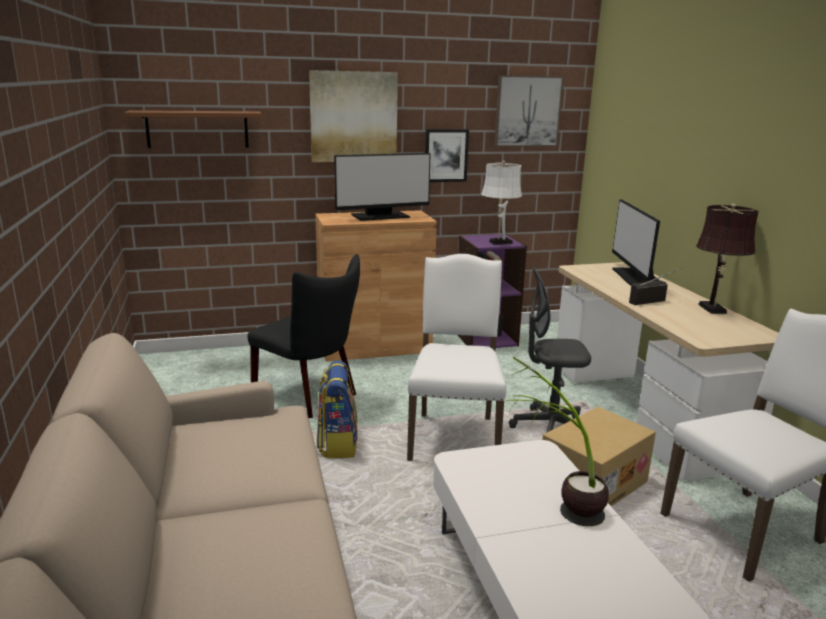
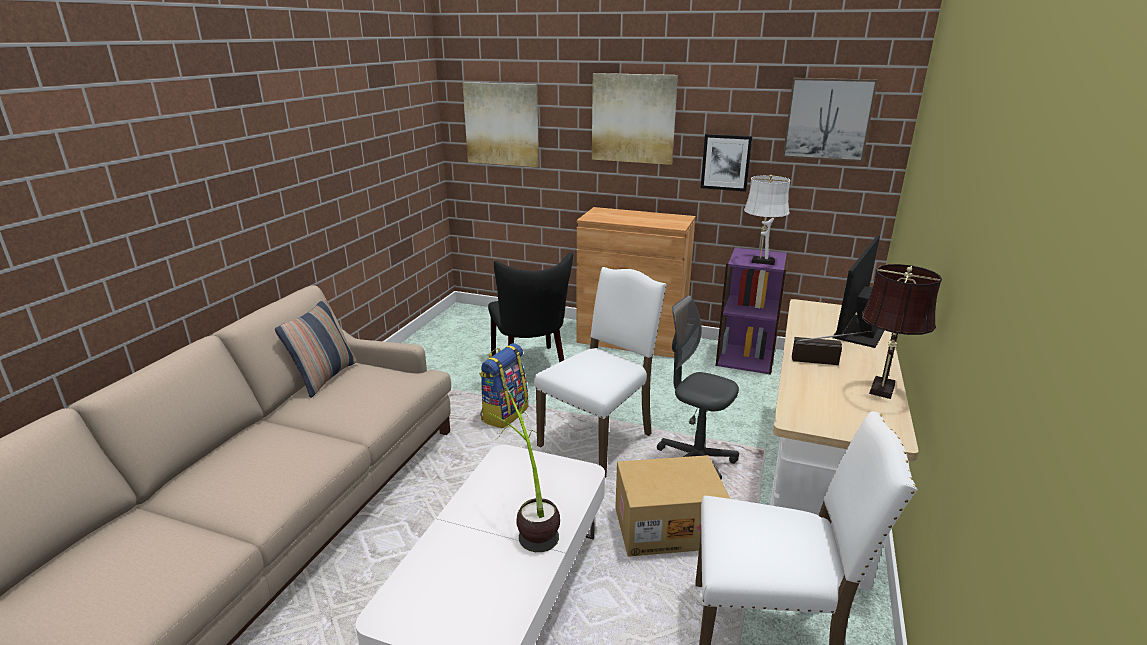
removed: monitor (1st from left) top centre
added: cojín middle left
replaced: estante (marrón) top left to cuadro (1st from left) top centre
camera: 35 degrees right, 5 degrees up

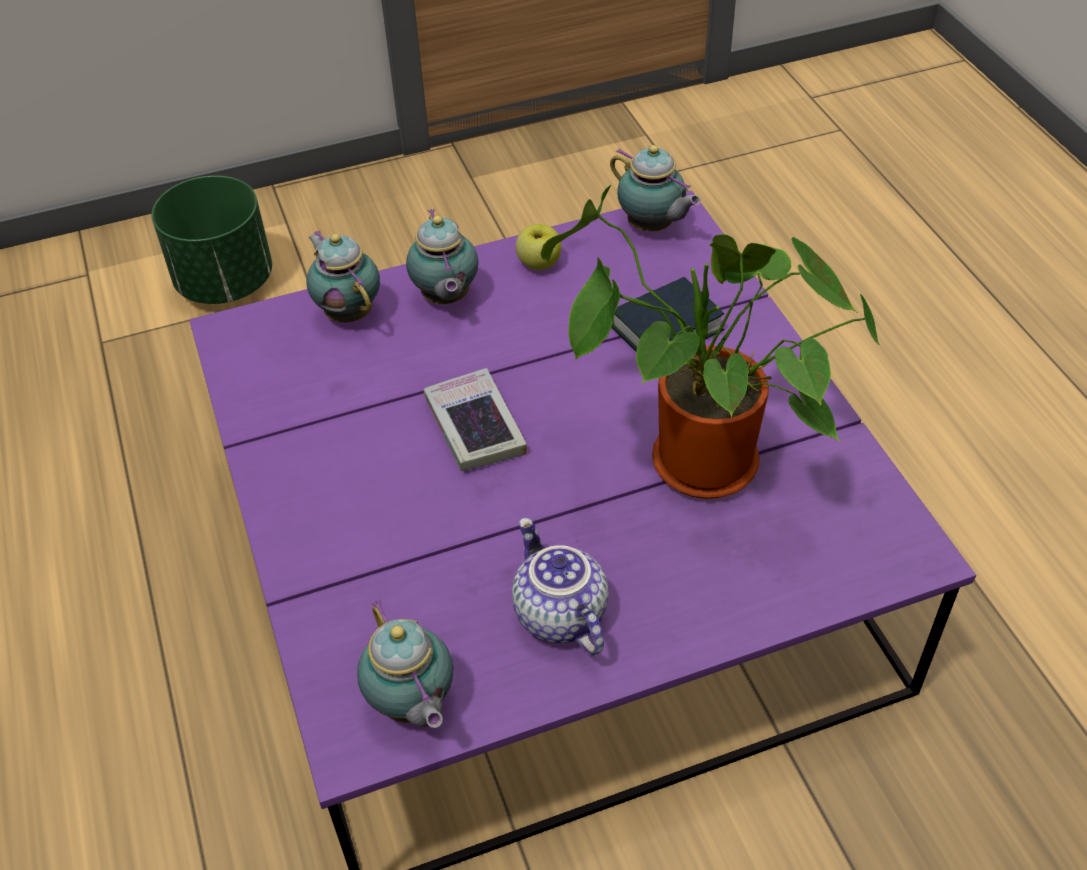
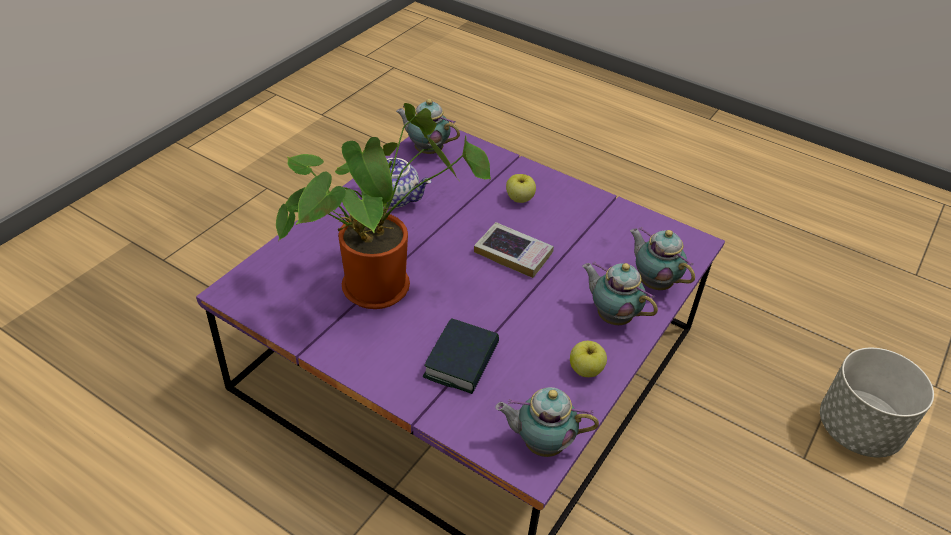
added: manzana (1st from left) centre
recoloured: maceta (verde) top left to maceta (gris) bottom right
turned: tetera (1st from left in the first image) top left = middle right 150 degrees counterclockwise
camera: 140 degrees right, 5 degrees down

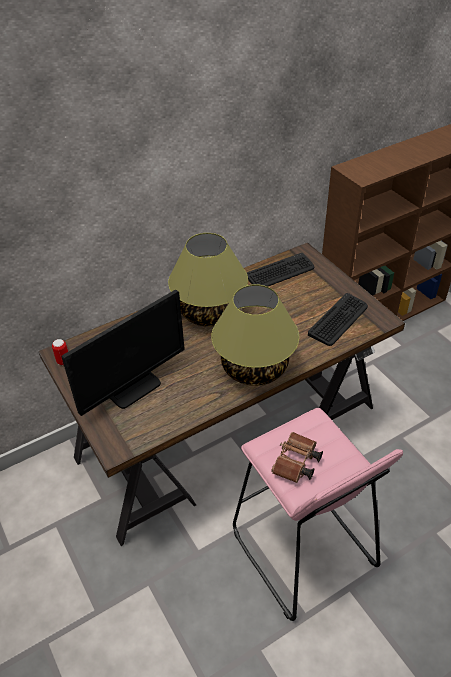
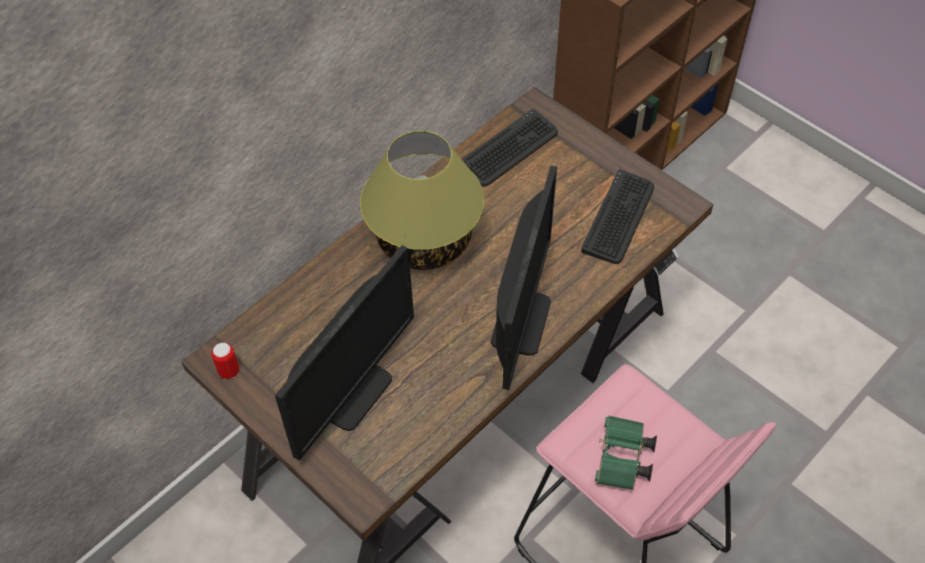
replaced: lámpara de mesa (2nd from left) centre to monitor (2nd from left) centre
recoloured: prismáticos (marrón) bottom centre to prismáticos (verde) bottom right
camera: 15 degrees left, 10 degrees up

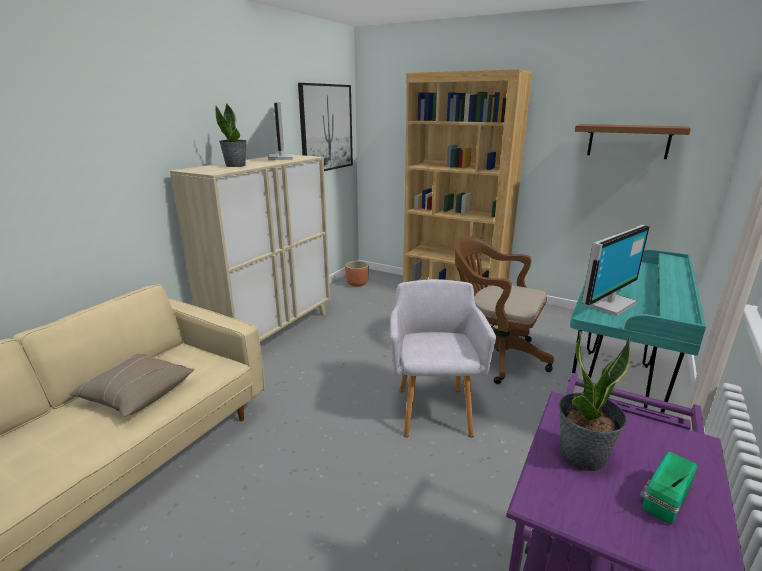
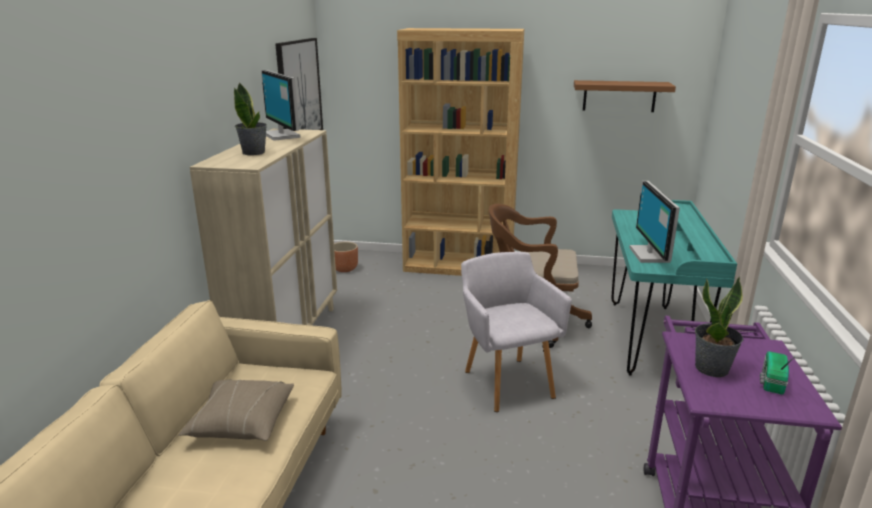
turned: monitor (2nd from left) middle right = middle right 150 degrees clockwise
camera: 20 degrees left, 0 degrees up

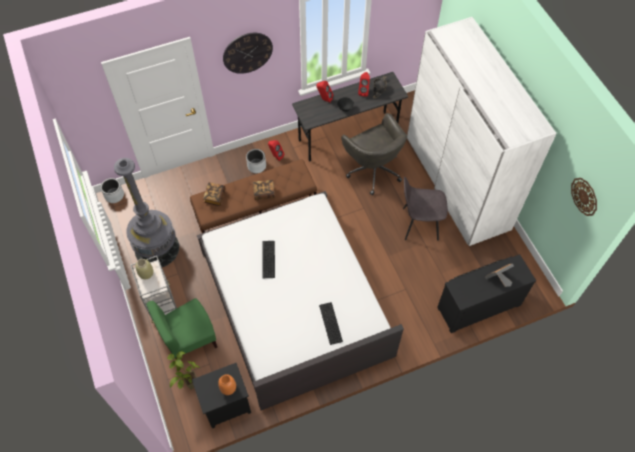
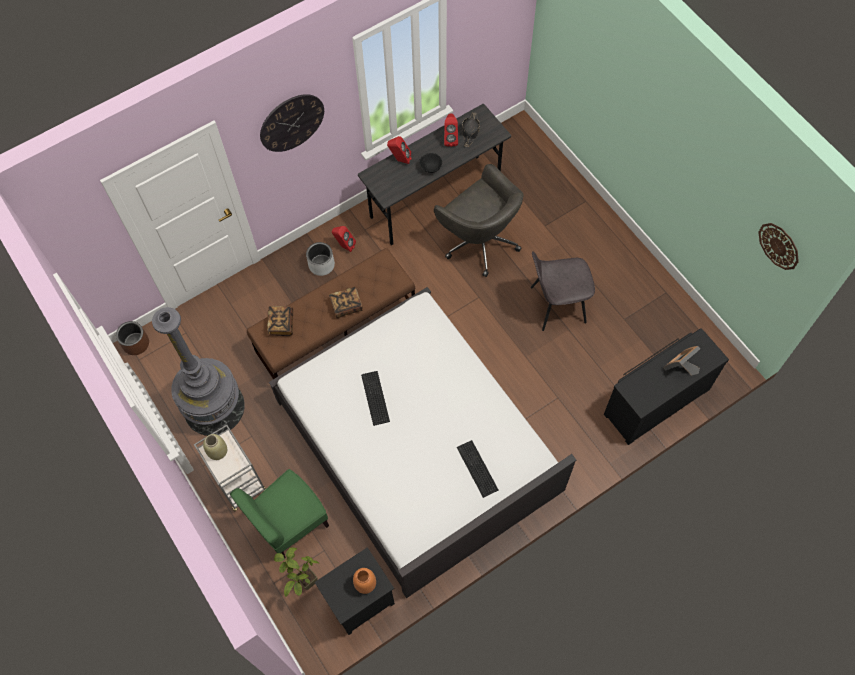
removed: armario ropero (blanco) top right
recoloured: maceta (gris) (1st from left) middle left to maceta (marrón) middle left
camera: 10 degrees left, 5 degrees up

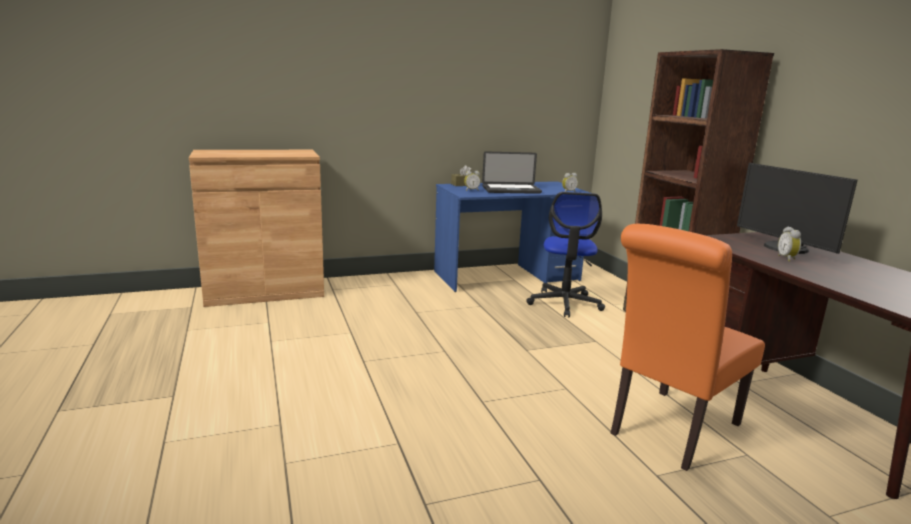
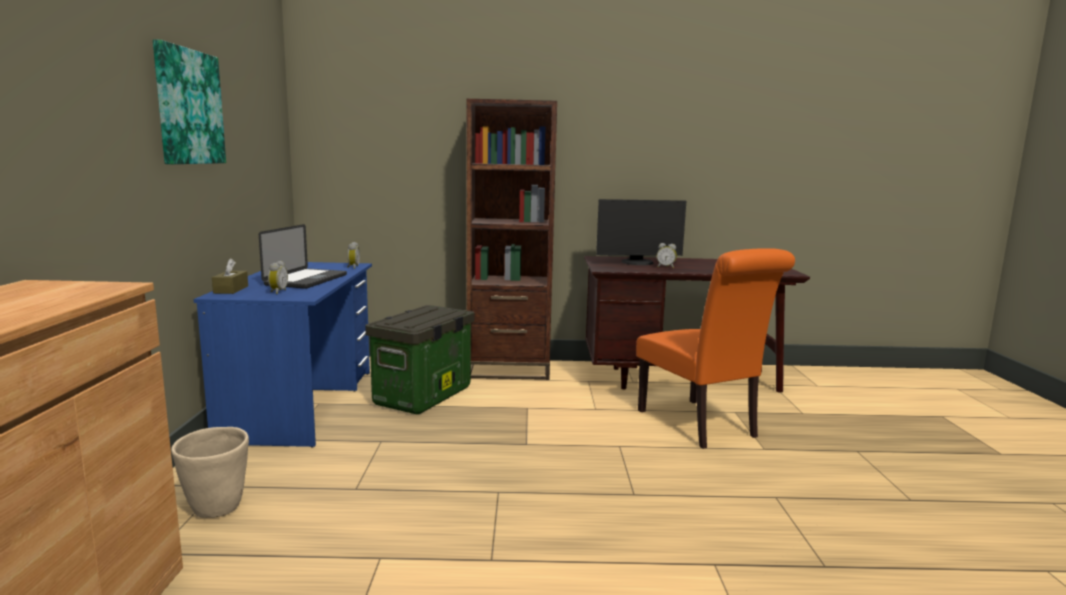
added: cuadro top left; maceta (beis) bottom left
replaced: silla de oficina centre to caja de almacenaje centre
camera: 70 degrees left, 5 degrees down

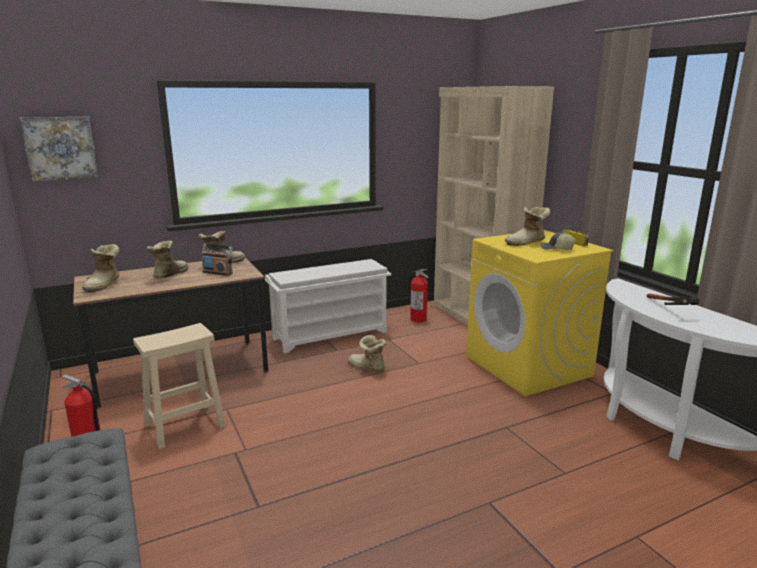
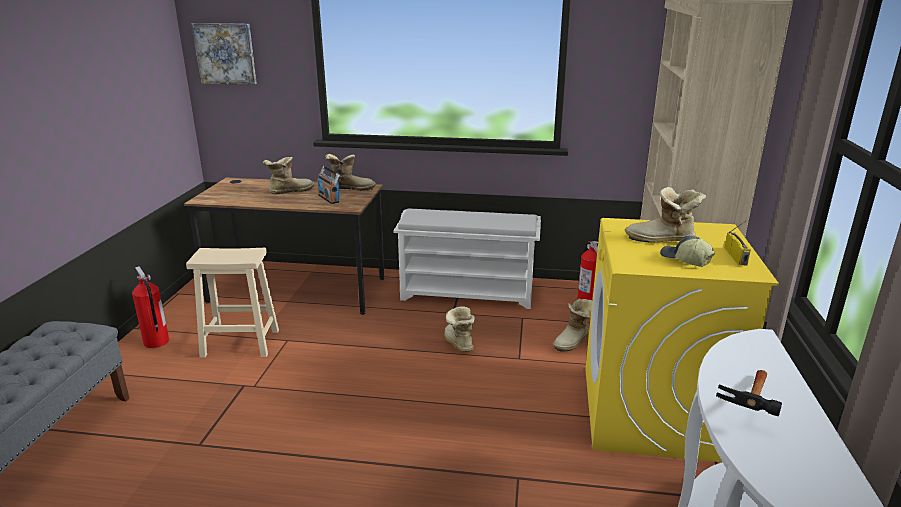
moved: bota (1st from left in the first image) middle left to bota (4th from left) centre
camera: 35 degrees right, 5 degrees up

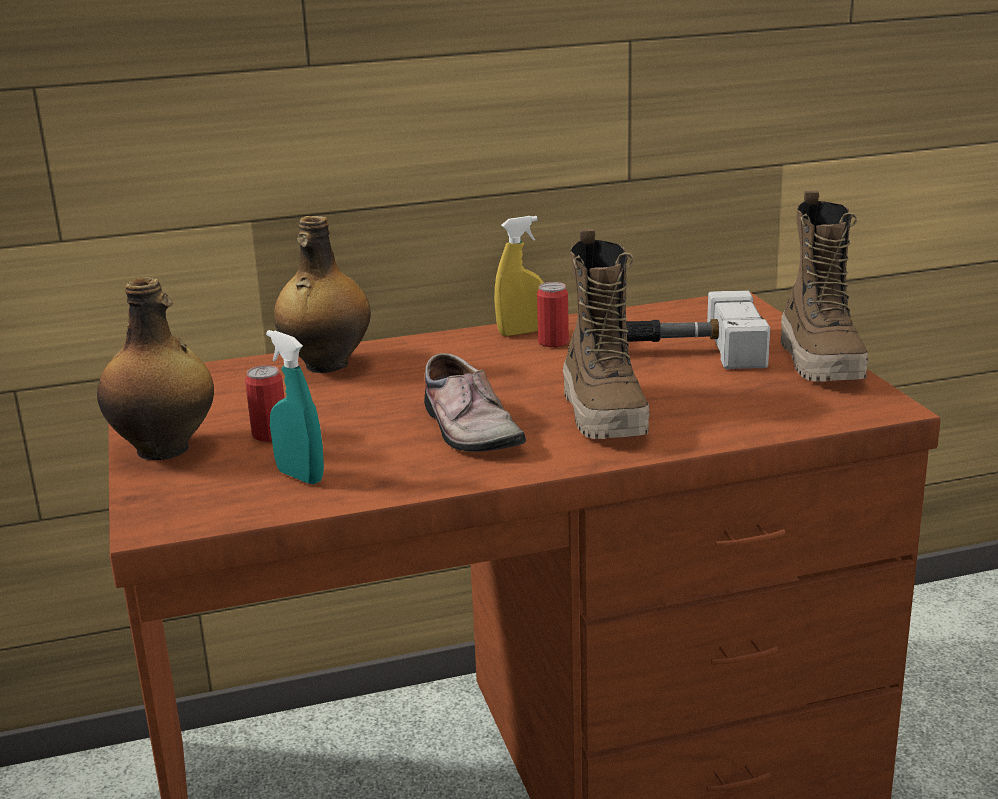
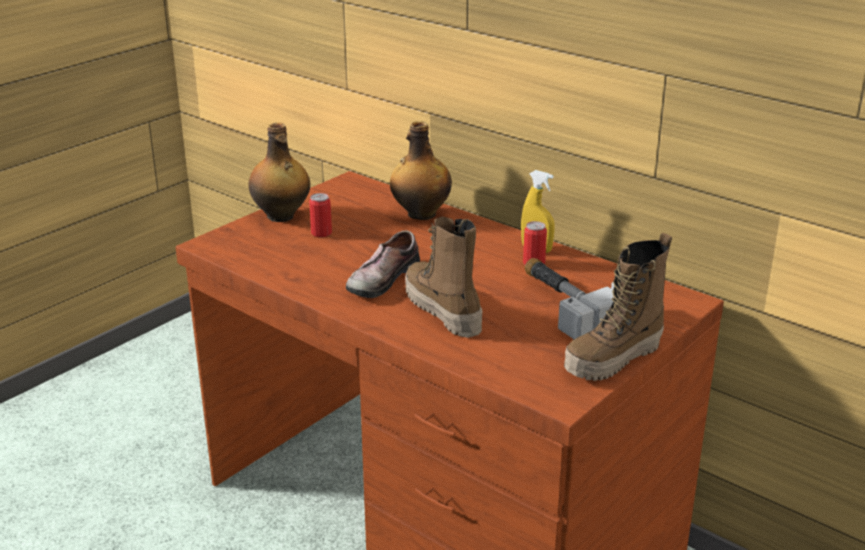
removed: pulverizador (turquesa) middle left
turned: bota (1st from left) centre = centre 105 degrees clockwise
camera: 55 degrees right, 5 degrees up

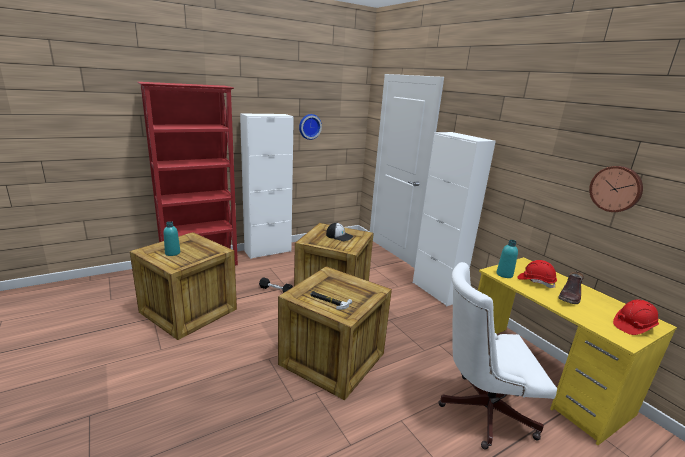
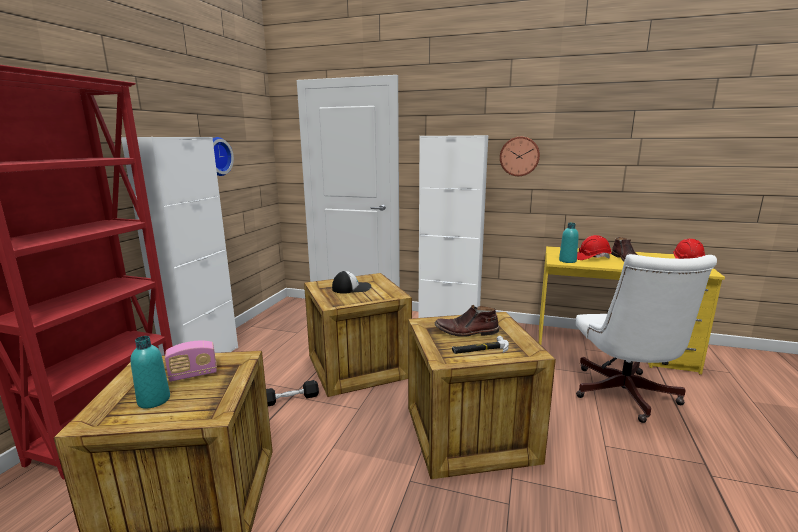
added: radio bottom left; bota (marrón) (1st from left) centre
moved: reloj de pared (2nd from left) middle right to top centre
turned: silla de oficina (blanco) bottom right = middle right 45 degrees counterclockwise
camera: 40 degrees left, 5 degrees down

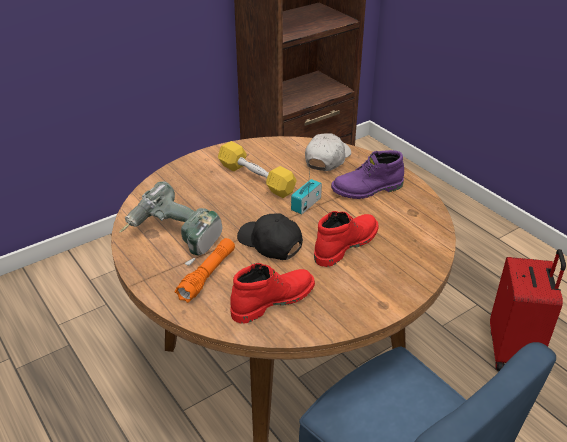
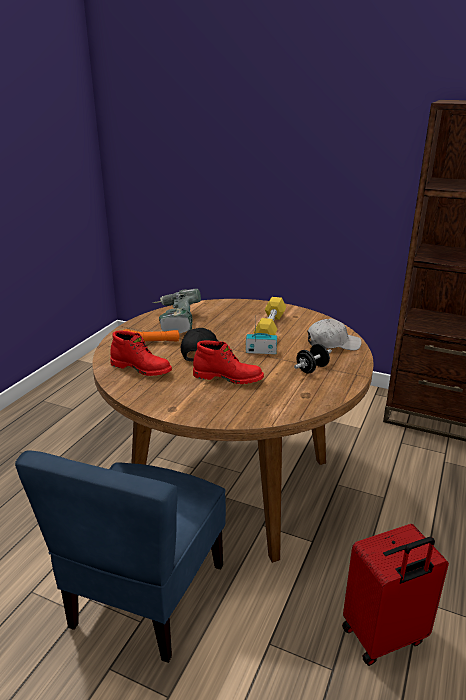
replaced: bota (morado) centre to mancuerna (negro) middle right
camera: 60 degrees right, 10 degrees down

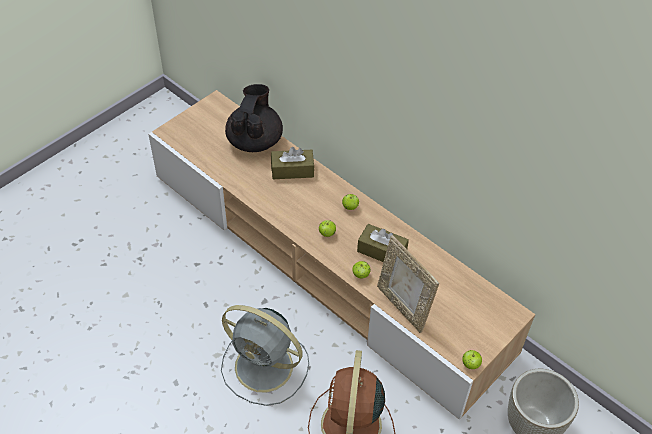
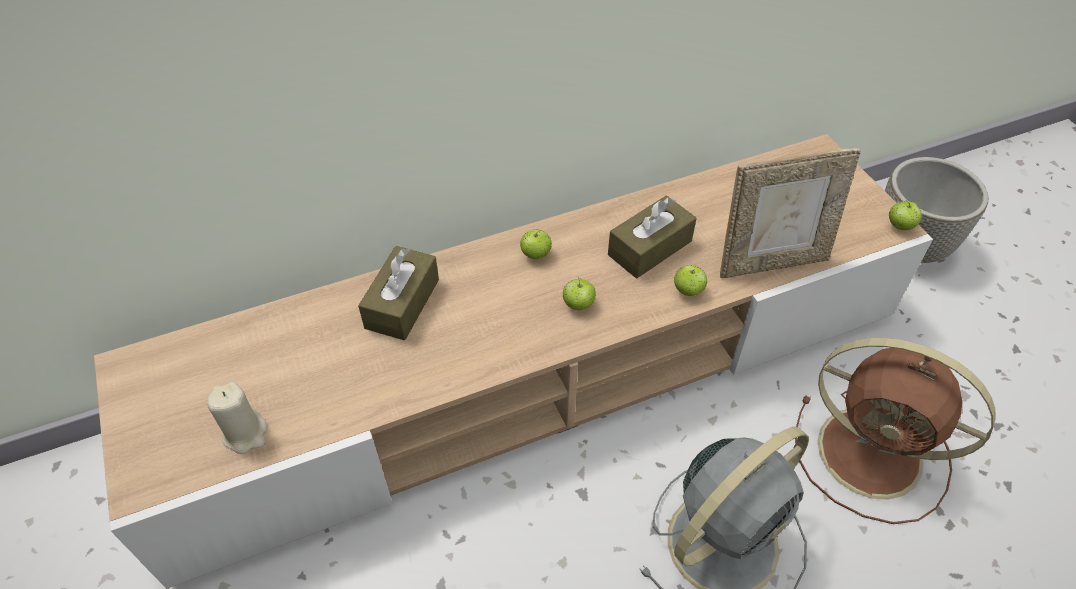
removed: tetera (negro) top centre
added: vela (beis) bottom left
camera: 65 degrees left, 0 degrees up

